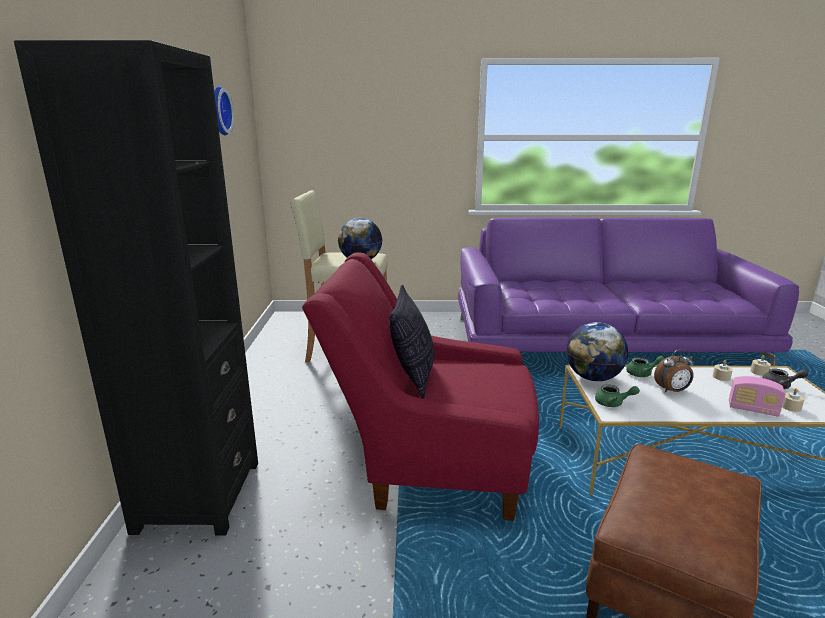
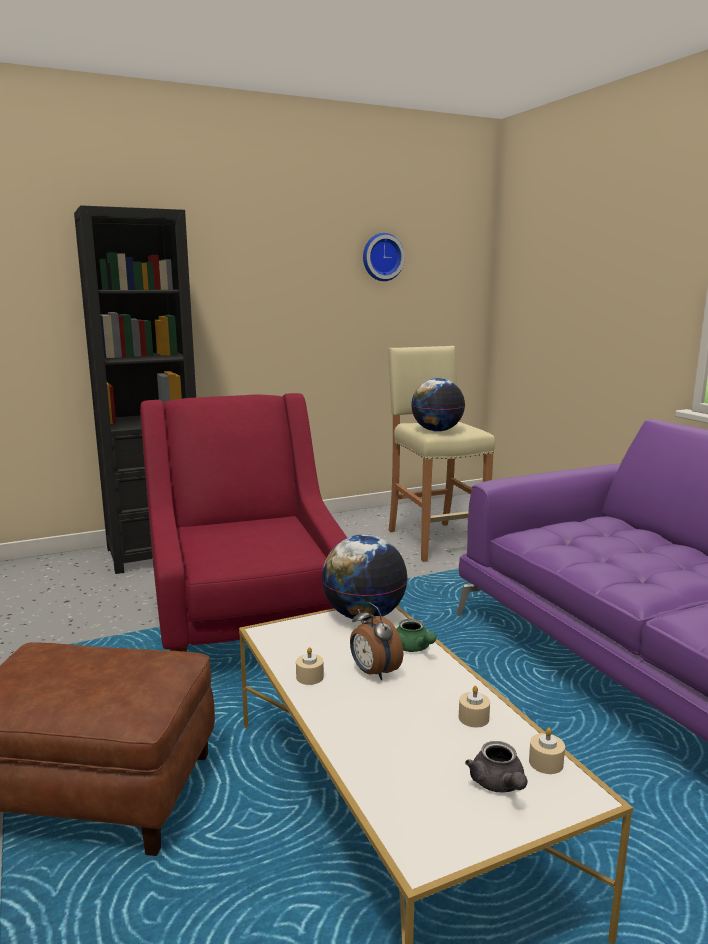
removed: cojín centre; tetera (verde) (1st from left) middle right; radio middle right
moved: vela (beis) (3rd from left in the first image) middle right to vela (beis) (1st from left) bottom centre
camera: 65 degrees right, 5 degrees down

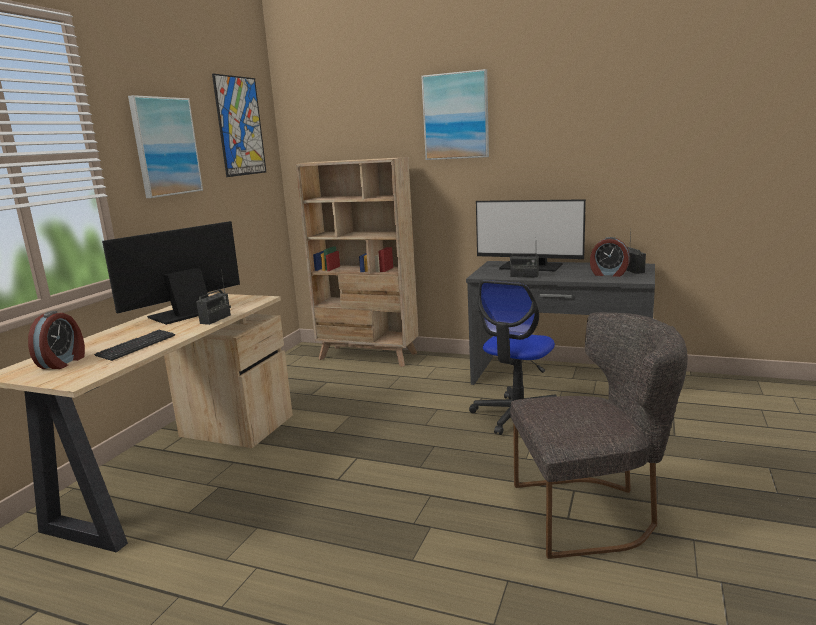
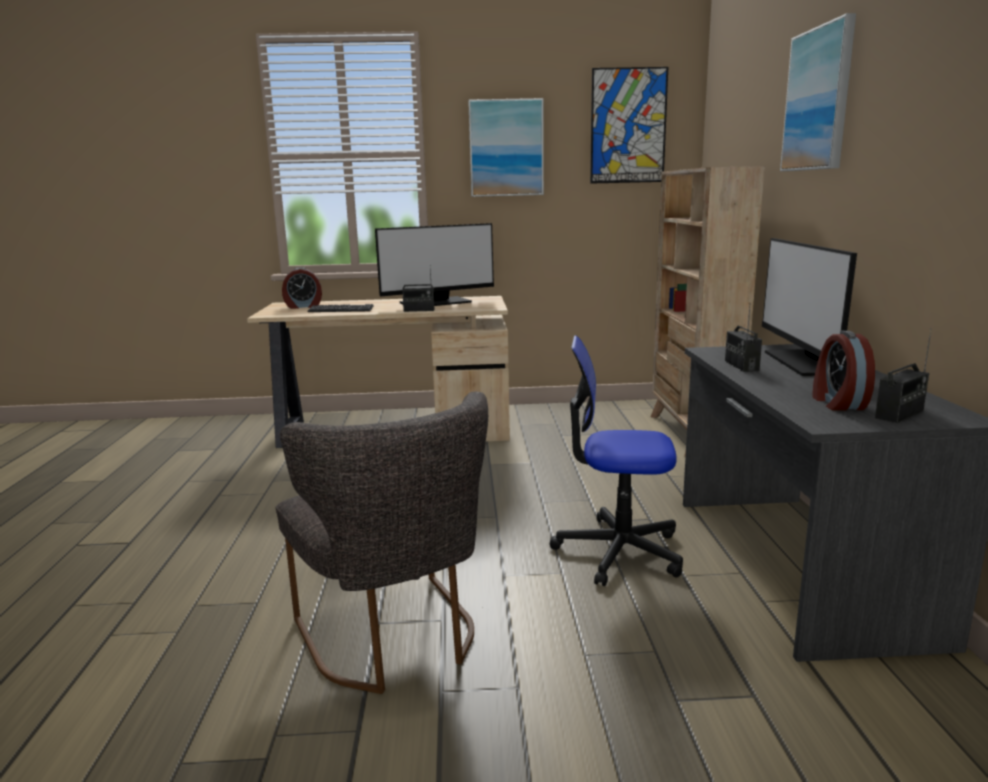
turned: monitor (1st from left) middle left = centre 135 degrees clockwise
camera: 65 degrees right, 0 degrees up

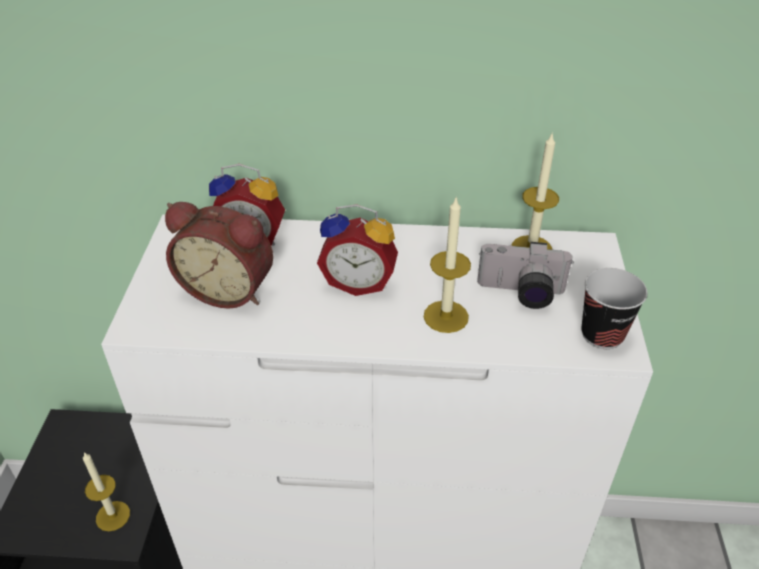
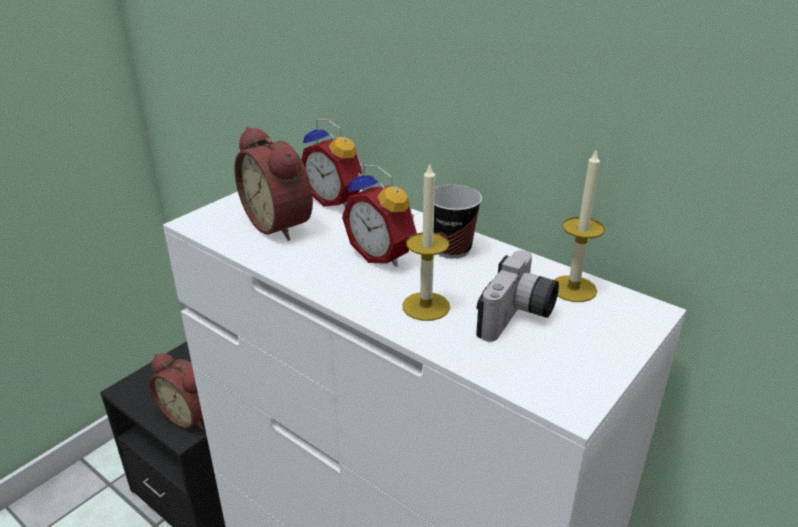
moved: taza middle right to centre
replaced: vela (1st from left) bottom left to despertador (1st from left) bottom left
turned: cámara middle right = centre 105 degrees counterclockwise
camera: 35 degrees right, 10 degrees down

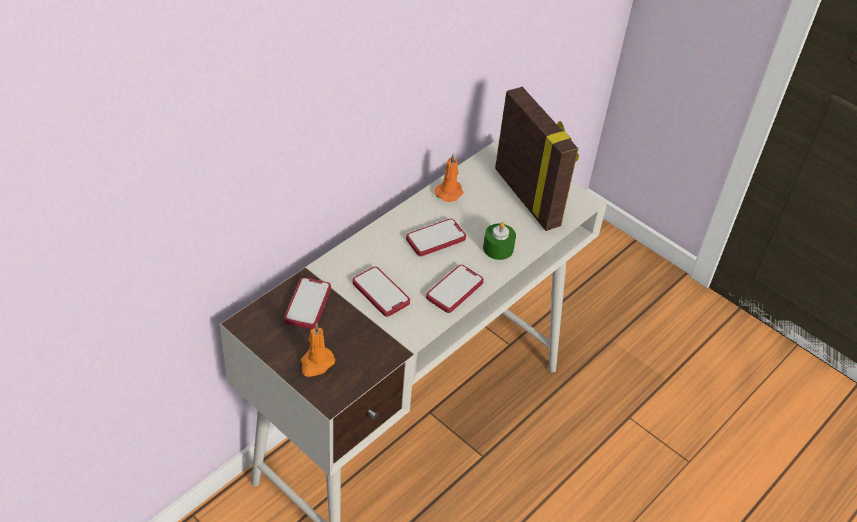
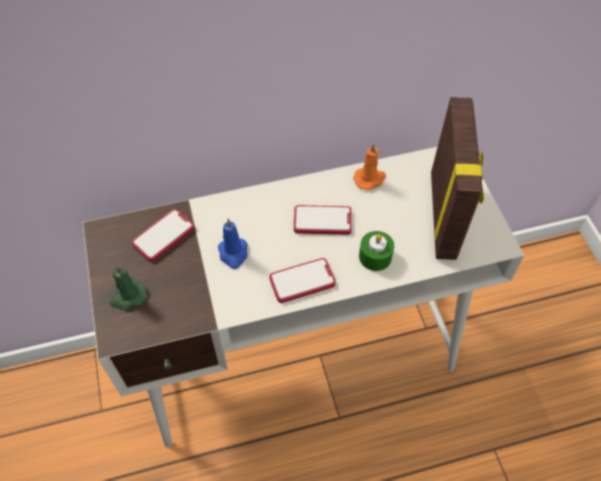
replaced: móvil (2nd from left) centre to vela (azul) centre
recoloured: vela (naranja) (1st from left) bottom centre to vela (verde) (1st from left) middle left
camera: 35 degrees right, 10 degrees up

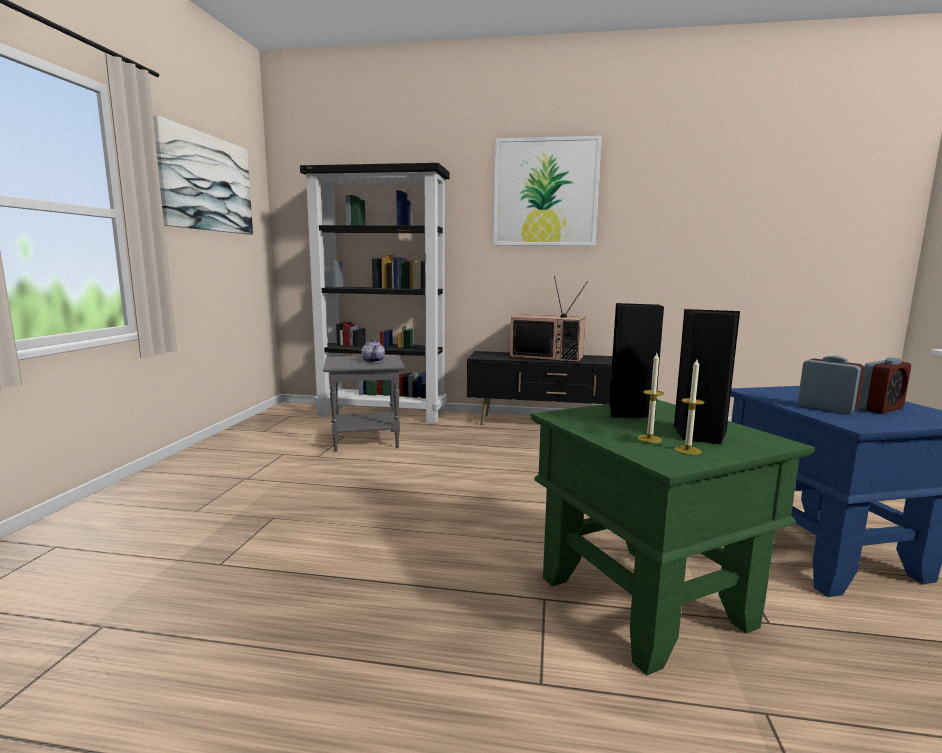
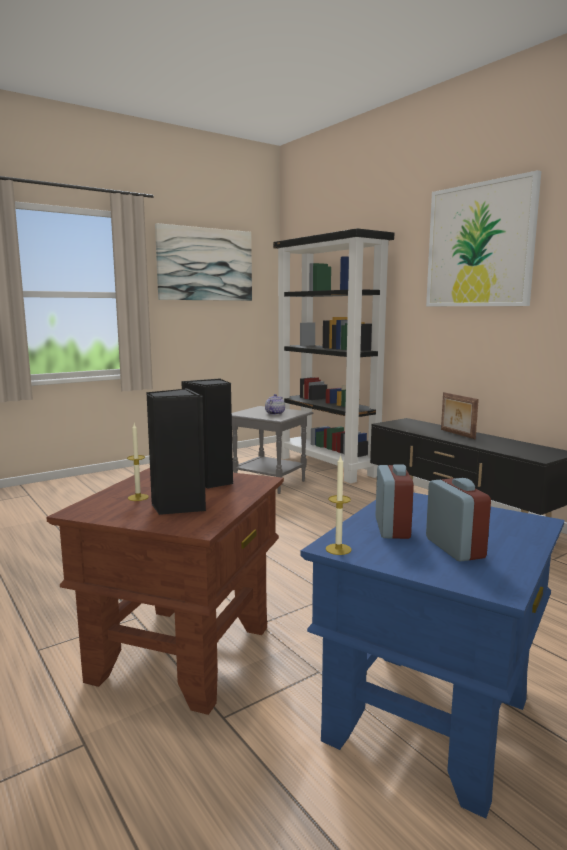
moved: vela (2nd from left) middle right to centre
replaced: televisor centre to portarretratos middle right
recoloured: mesa auxiliar (verde) bottom right to mesa auxiliar (marrón) bottom left
turned: despertador (2nd from left) middle right = middle right 120 degrees counterclockwise
camera: 45 degrees right, 0 degrees up

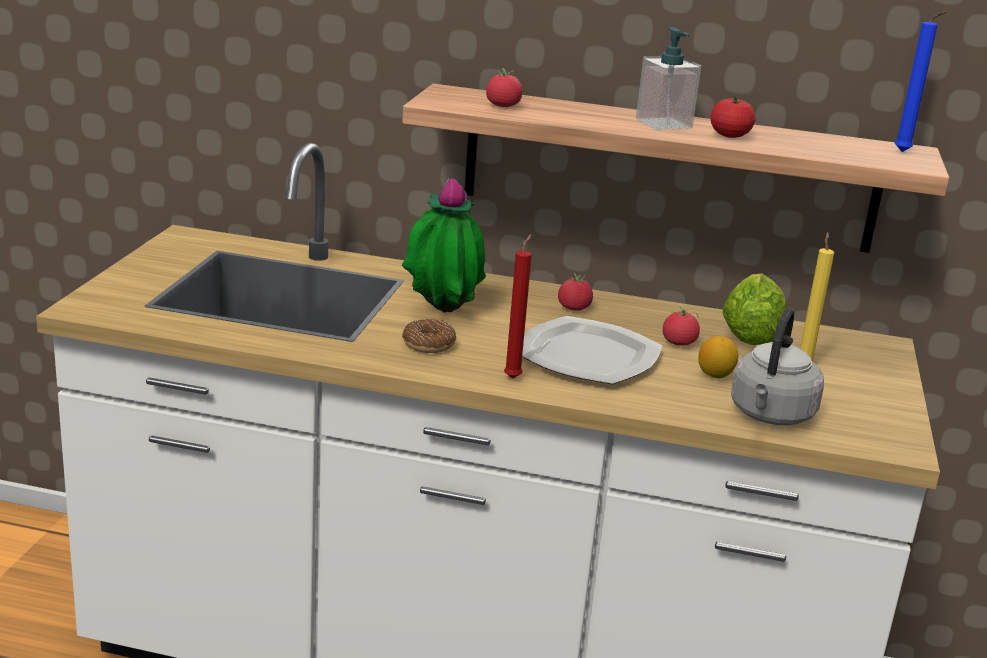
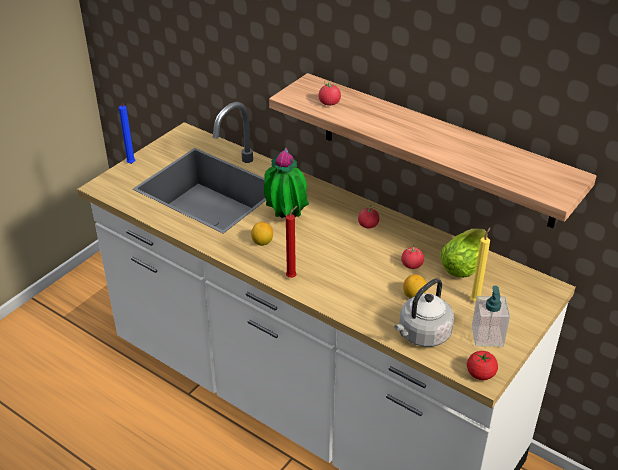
removed: plato centre
moved: dispensador de jabón top right to bottom right; tomate (4th from left) top right to bottom right; vela (azul) top right to top left
replaced: rosquilla centre to limón (1st from left) centre
camera: 25 degrees right, 15 degrees up

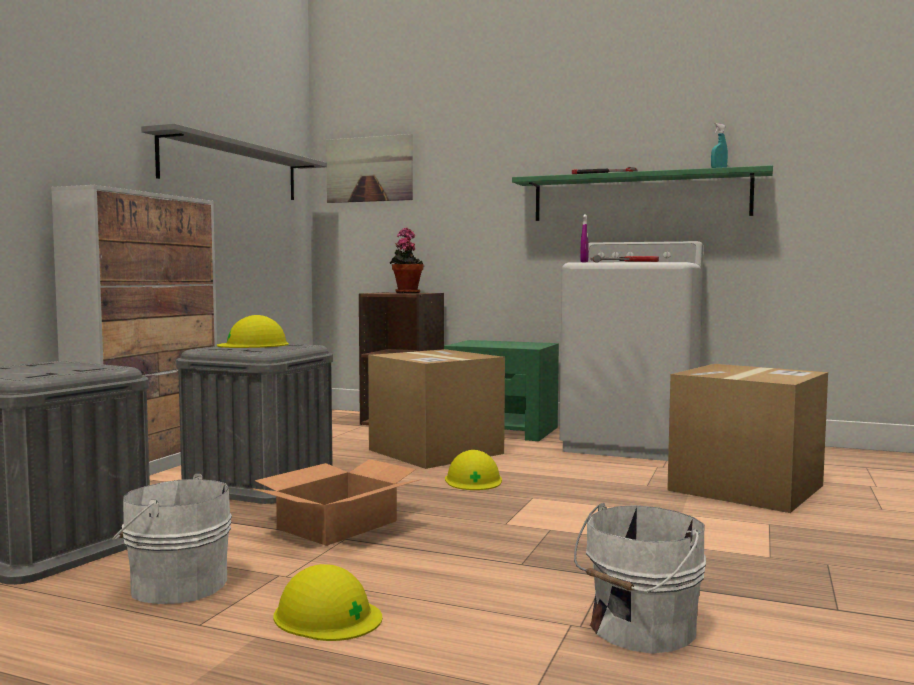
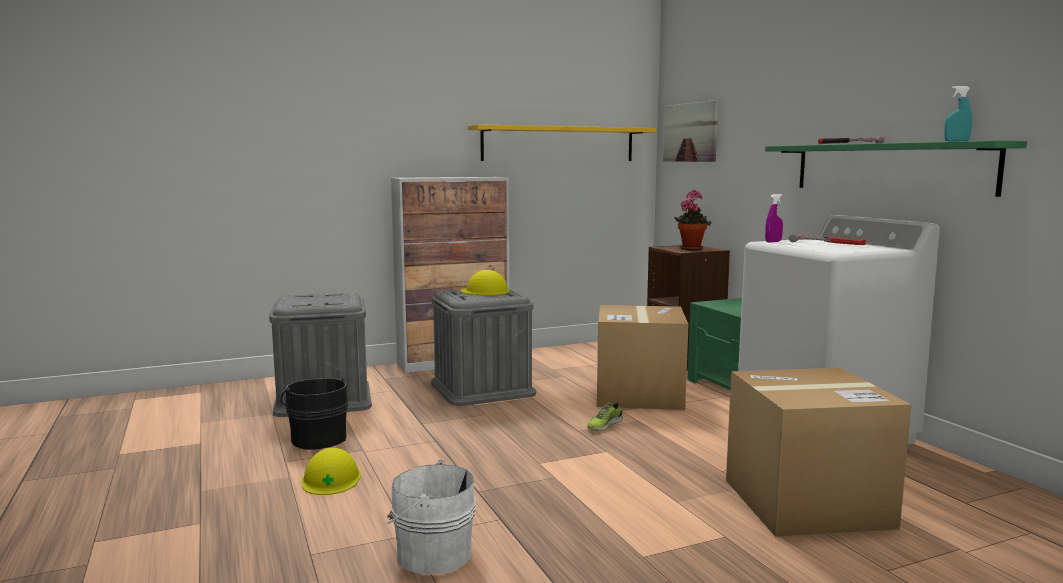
removed: caja de cartón (1st from left) bottom centre
replaced: casco (amarillo) (3rd from left) bottom centre to zapato bottom centre
recoloured: cubo (blanco) (1st from left) bottom left to cubo (negro) bottom left; estante (gris) top left to estante (amarillo) top centre
camera: 45 degrees right, 5 degrees up

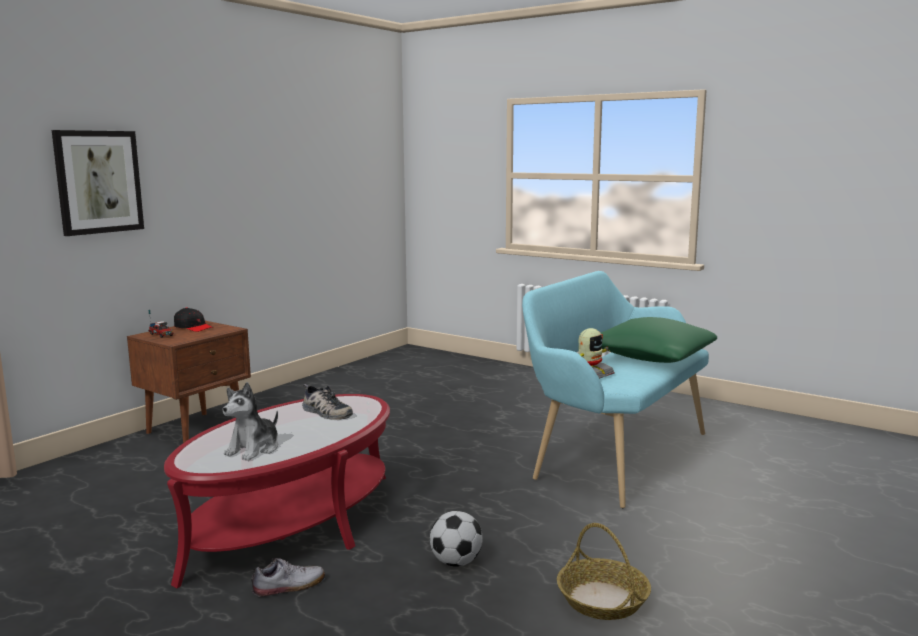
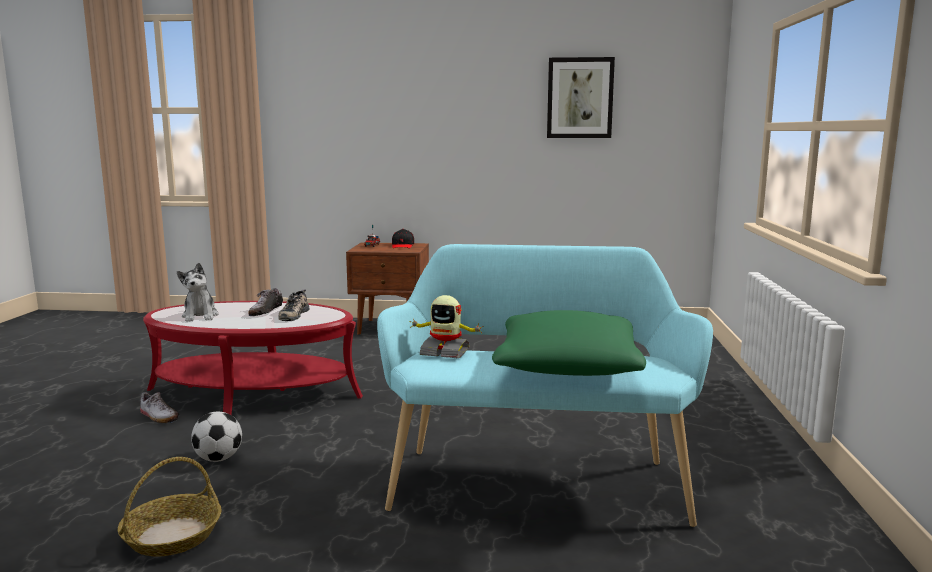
added: zapato (2nd from left) middle left
moved: cuadro top left to top centre
turned: peluche middle left = middle left 105 degrees counterclockwise
camera: 60 degrees right, 0 degrees up

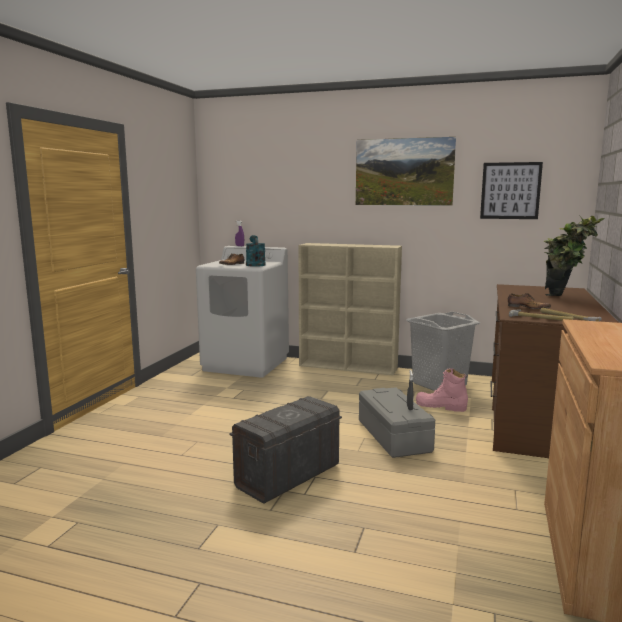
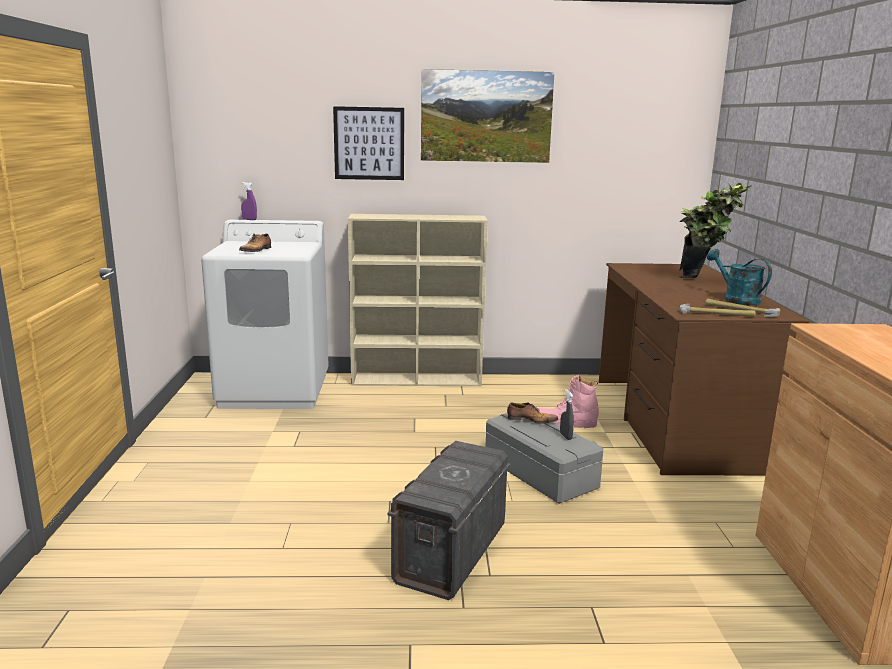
removed: cesto de la ropa (gris) middle right
moved: regadera (turquesa) centre to middle right; cuadro (2nd from left in the first image) top right to cuadro (1st from left) top centre; zapato (2nd from left) middle right to centre
camera: 20 degrees left, 5 degrees up

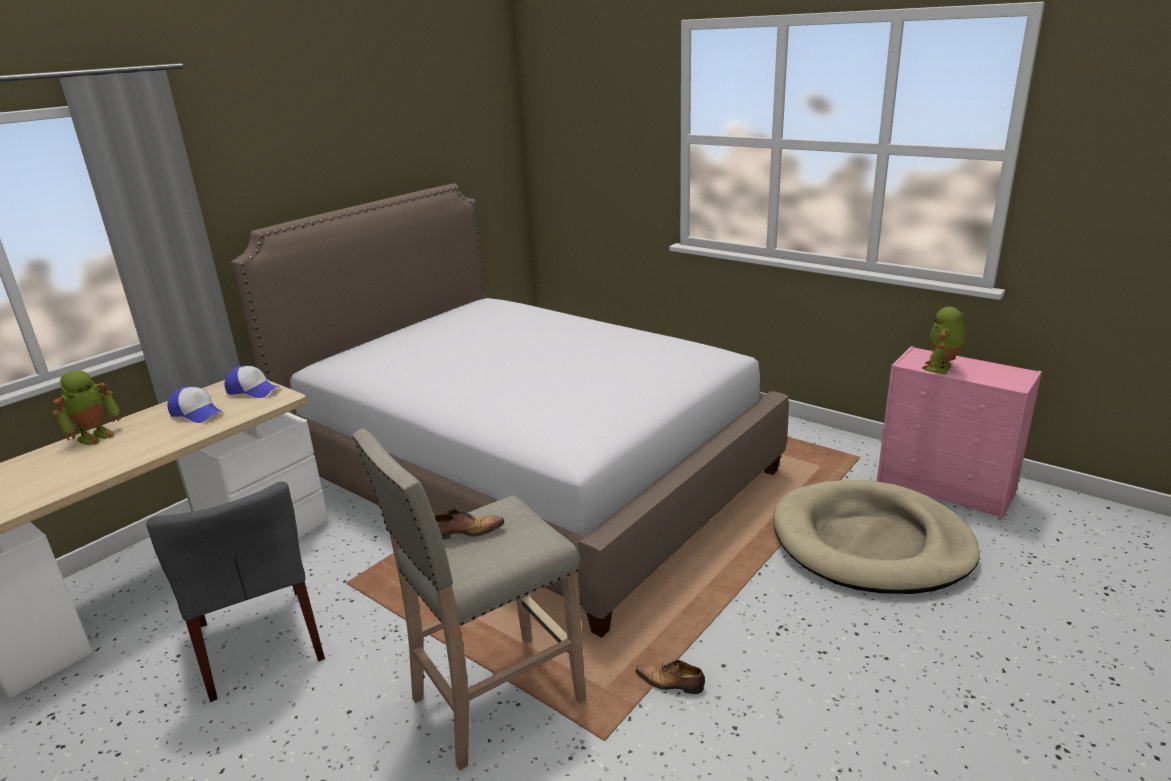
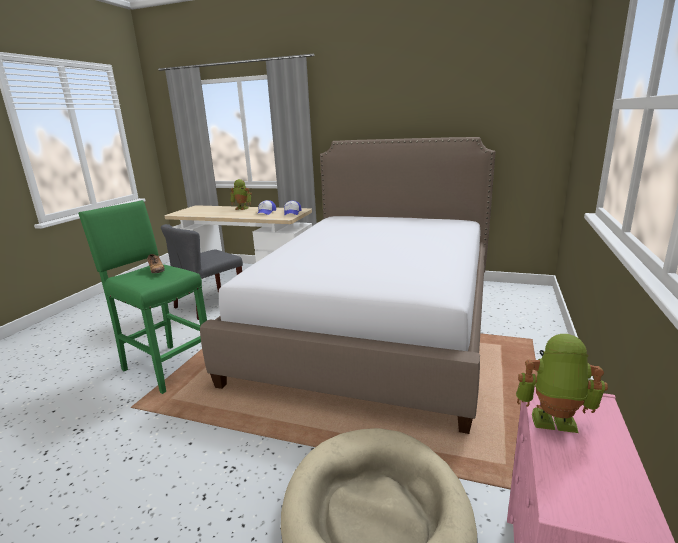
removed: zapato (2nd from left) bottom centre
recoloured: taburete (beis) bottom centre to taburete (verde) middle left
camera: 70 degrees right, 5 degrees down

